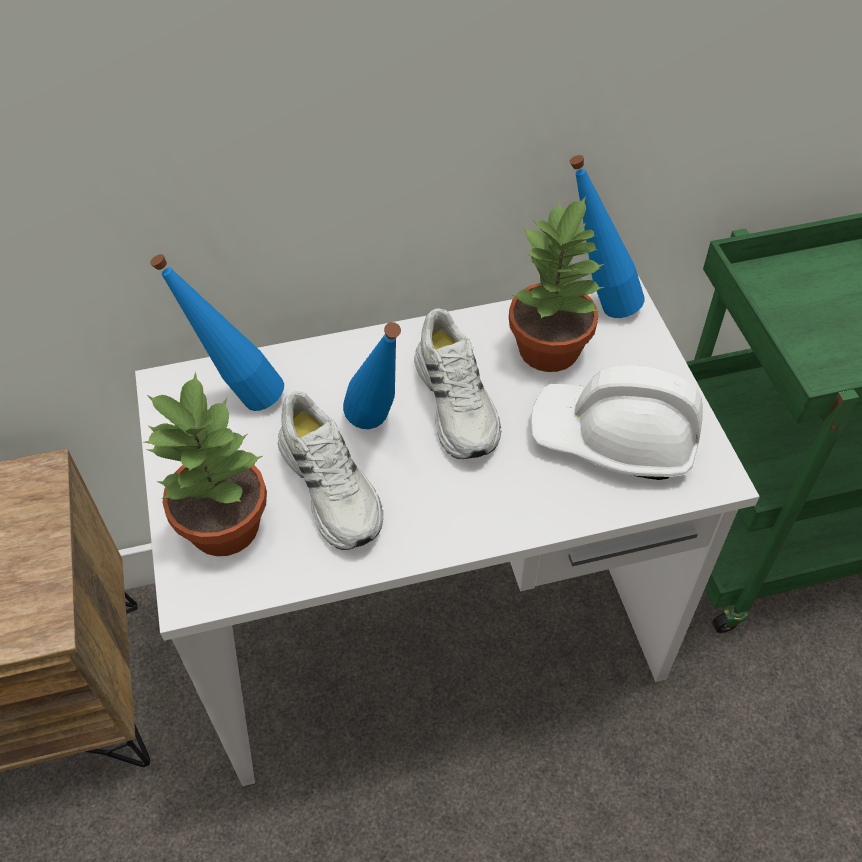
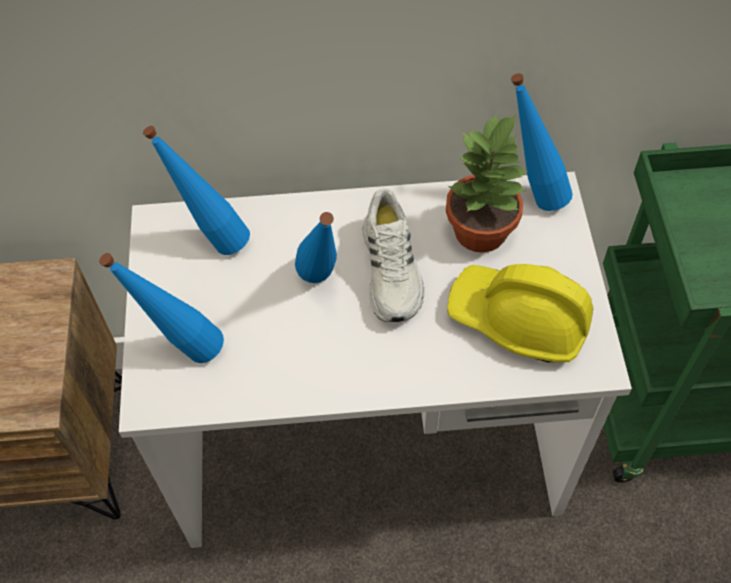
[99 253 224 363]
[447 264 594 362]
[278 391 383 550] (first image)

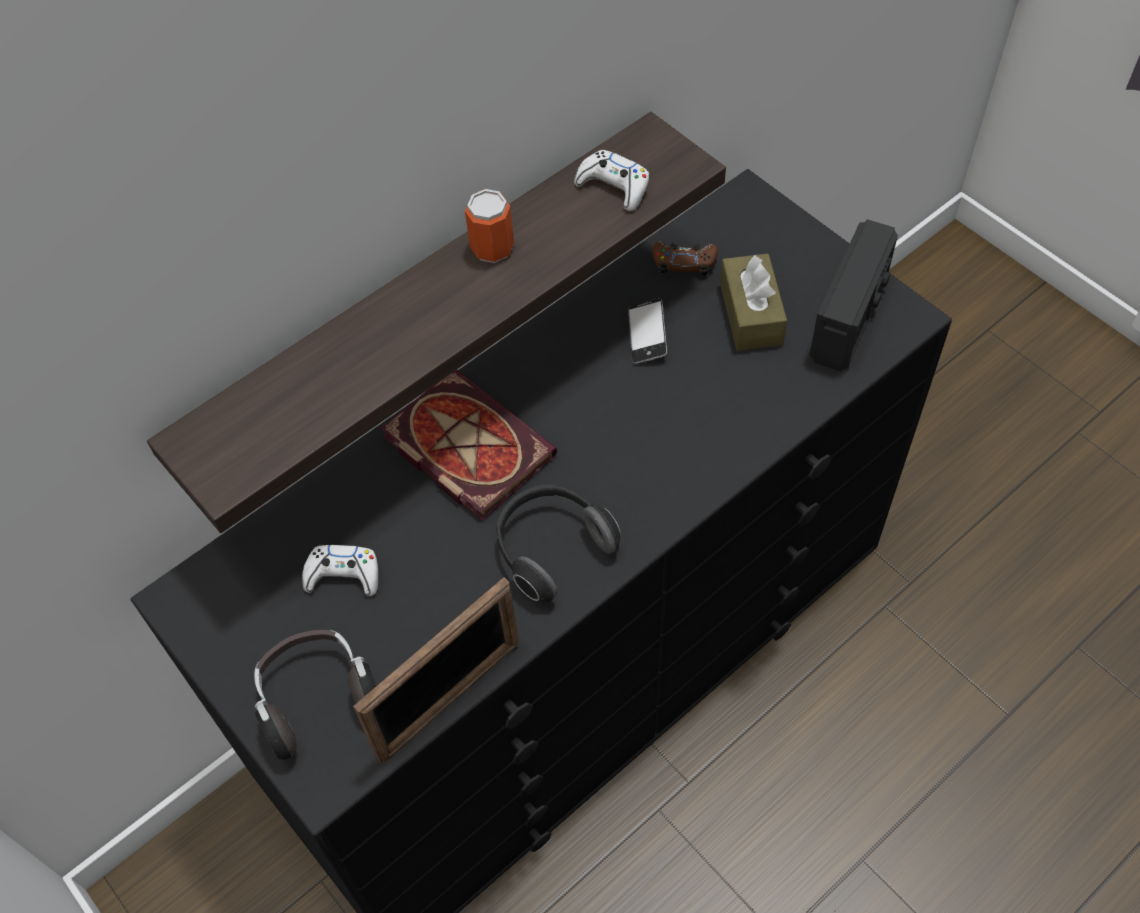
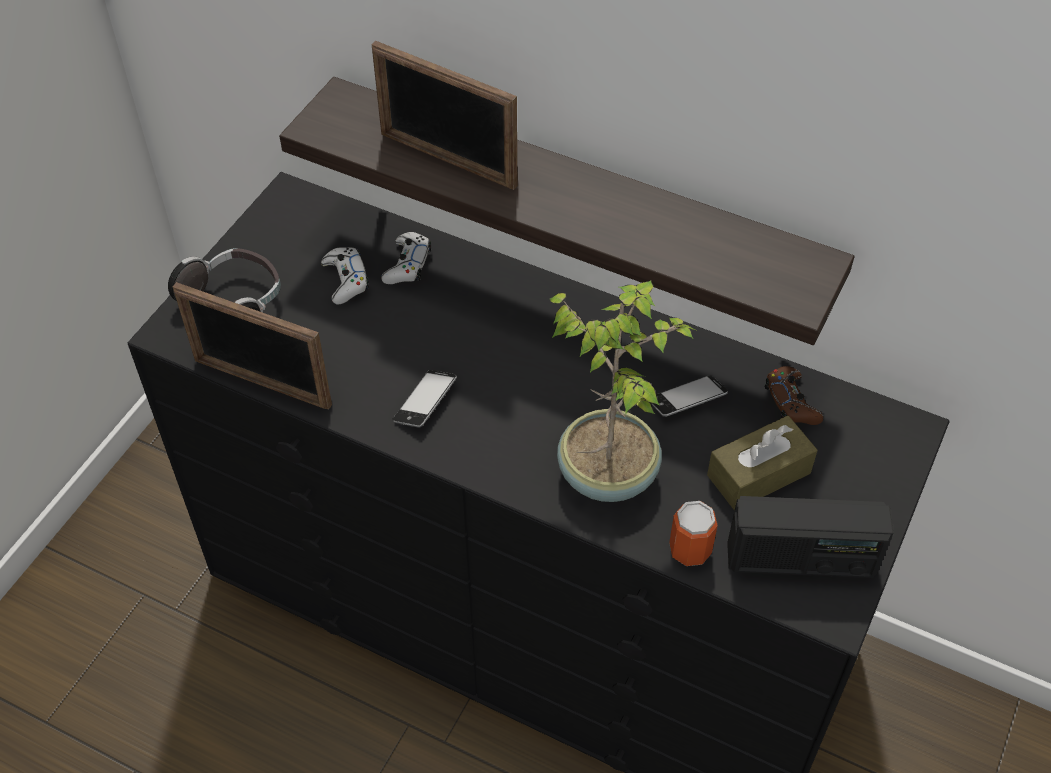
[372 41 517 190]
[381 232 431 284]
[393 370 457 428]
[550 280 695 502]
[669 501 718 566]
[381 370 557 520] (first image)

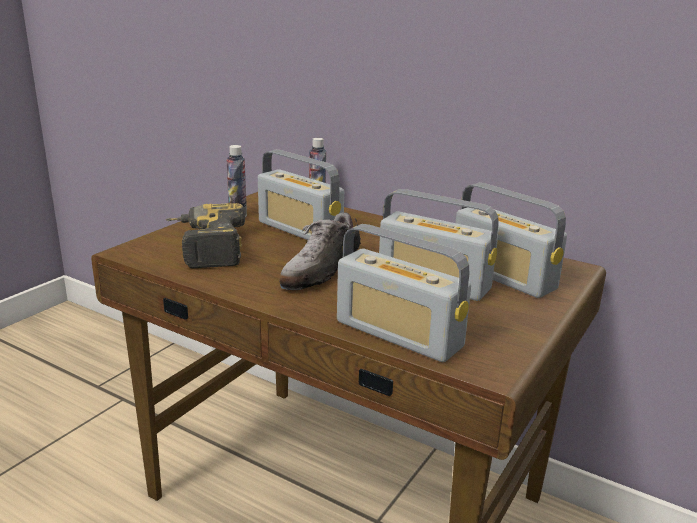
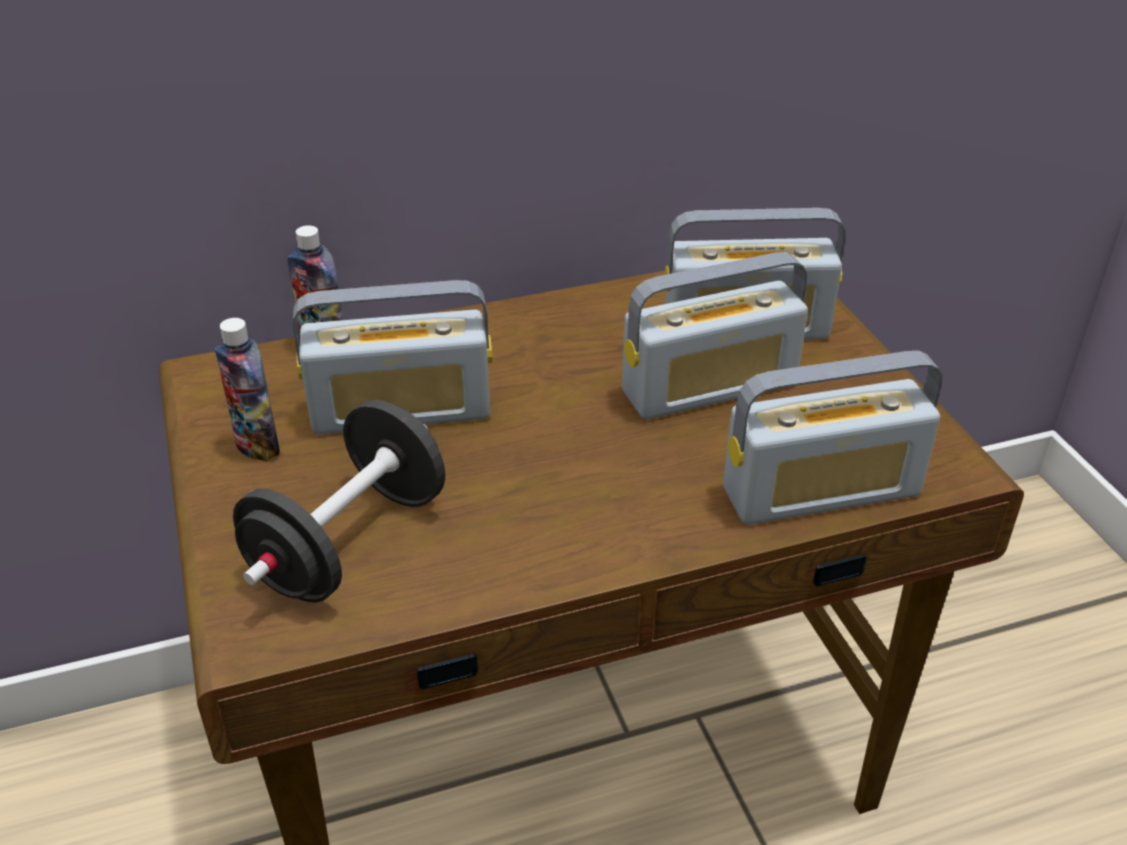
[233 400 445 603]
[279 212 361 290] (first image)

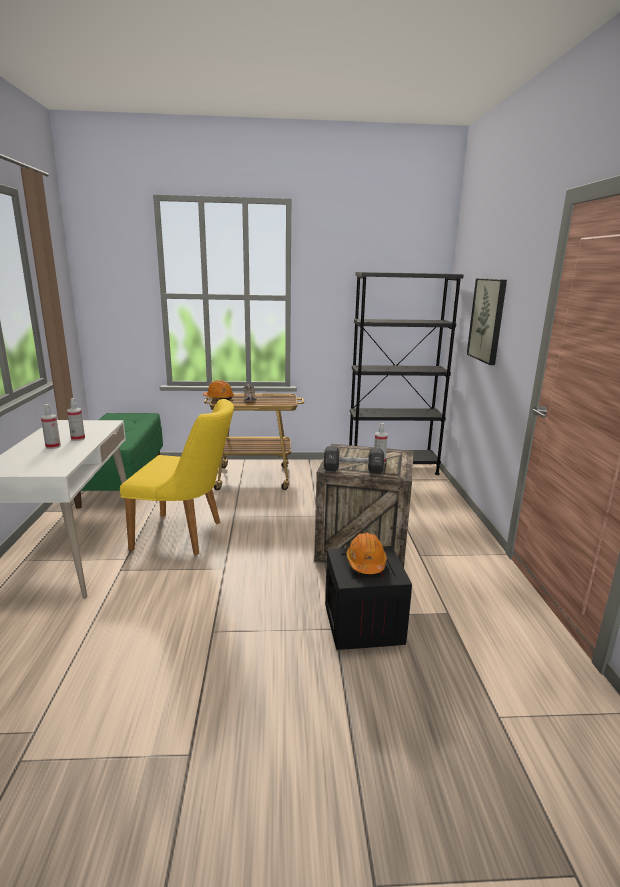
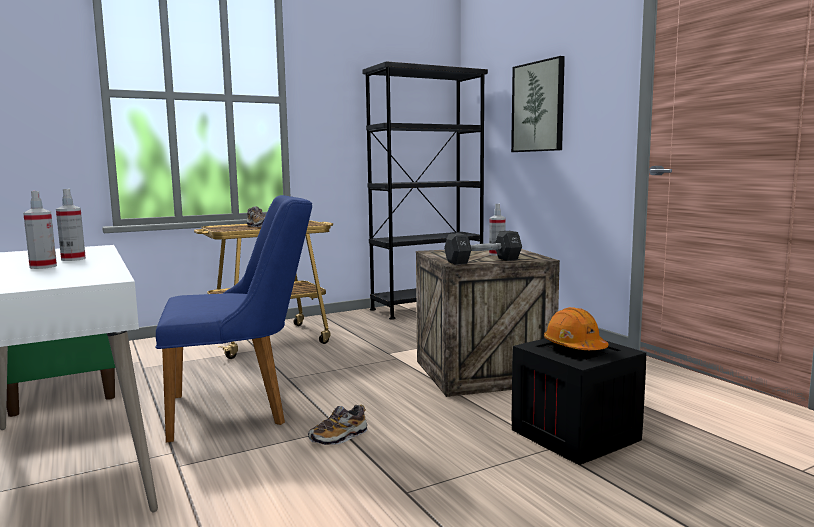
[155 195 312 443]
[308 405 368 445]
[203 380 234 400] (first image)

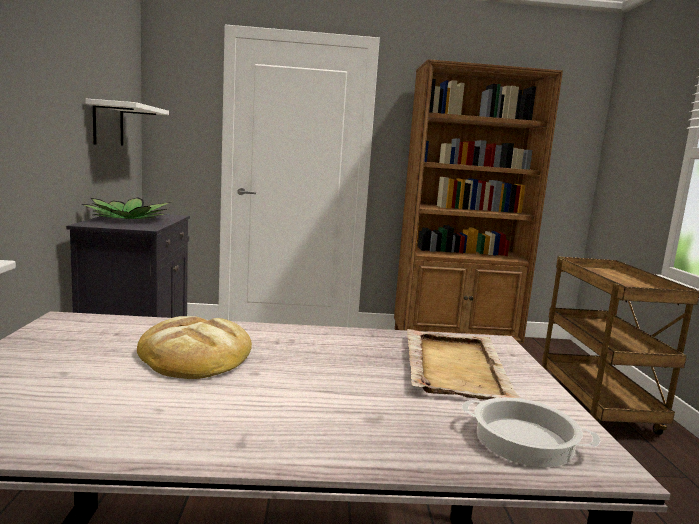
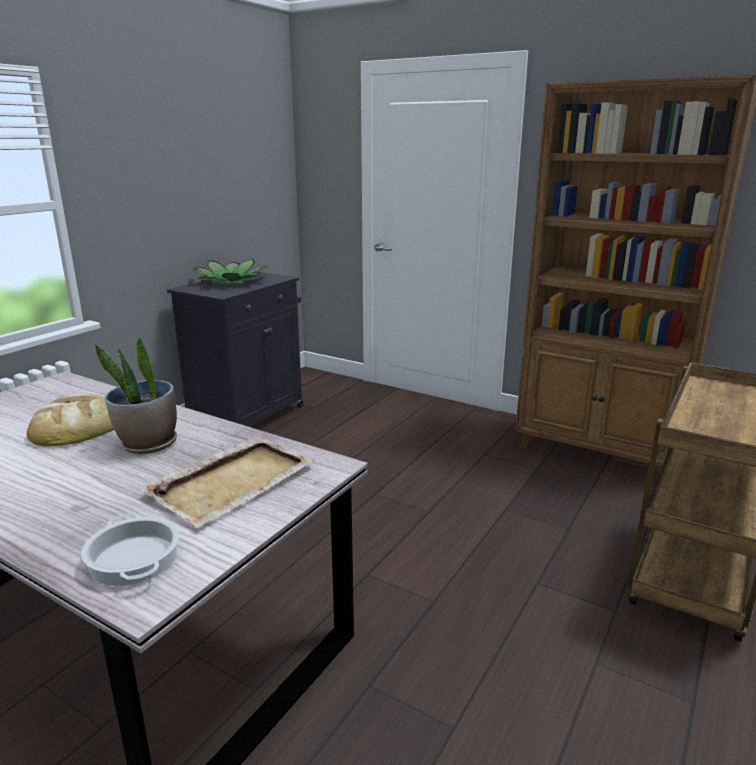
[95 338 177 454]
[85 99 169 145] (first image)

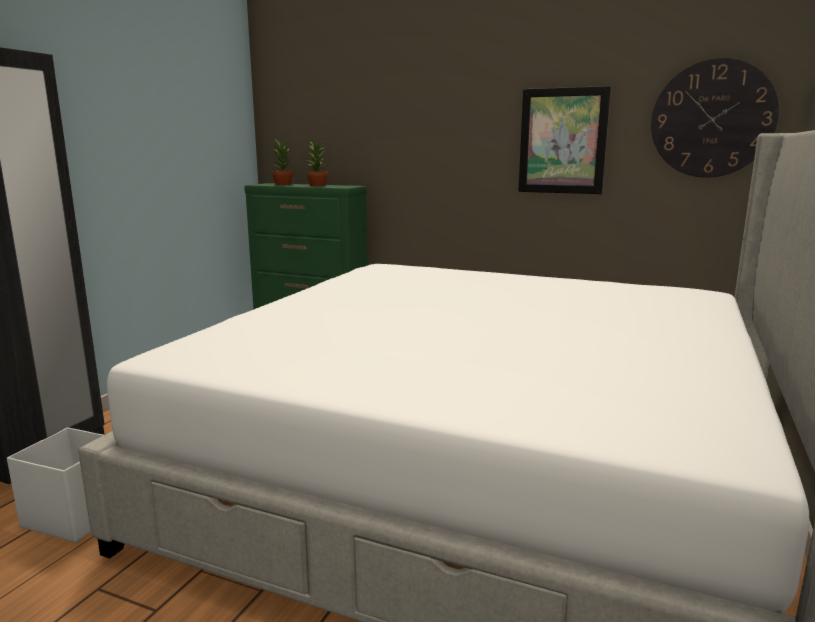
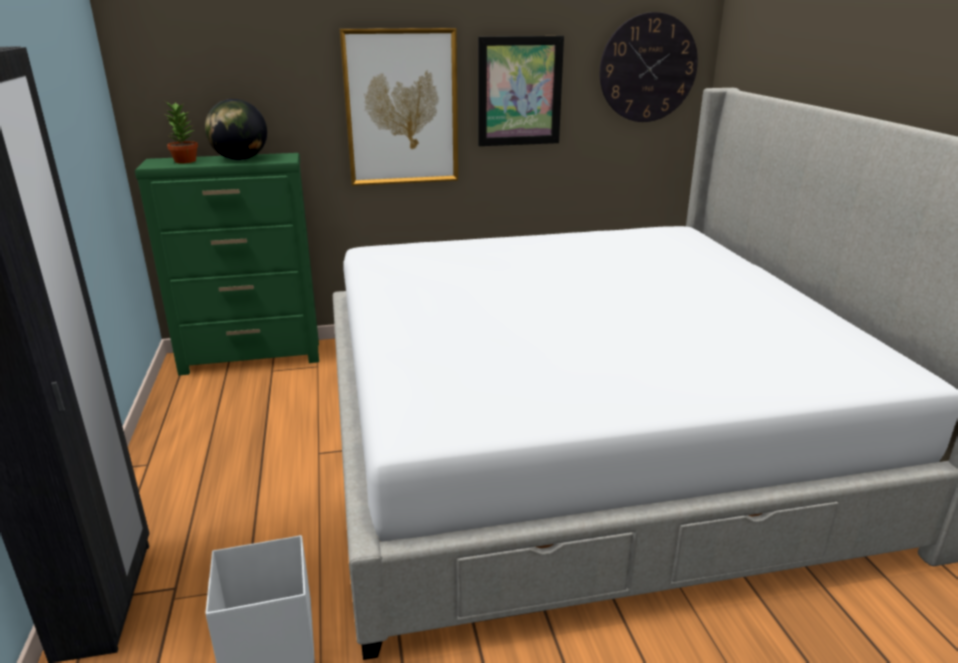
[205 99 267 160]
[340 28 458 186]

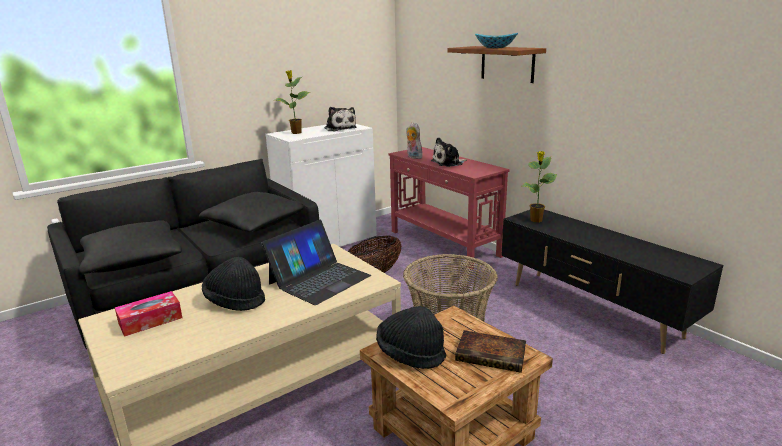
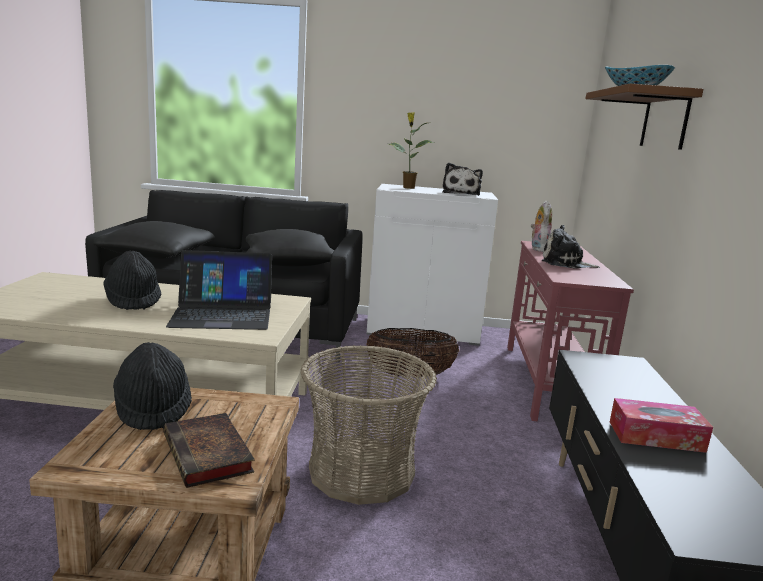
[610 398 713 453]
[522 151 557 222] (first image)

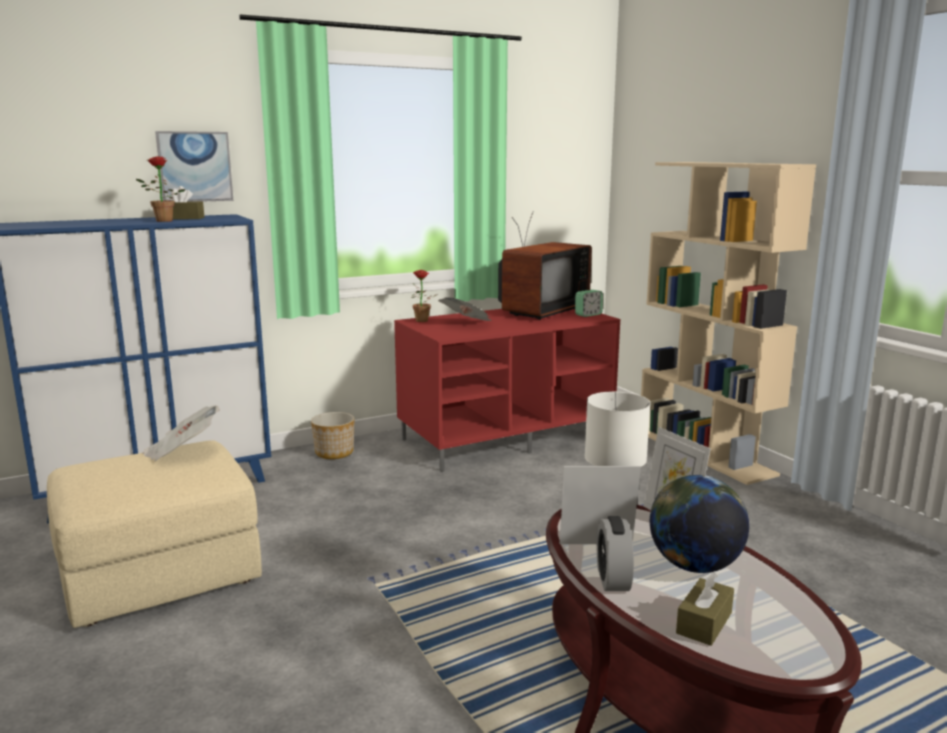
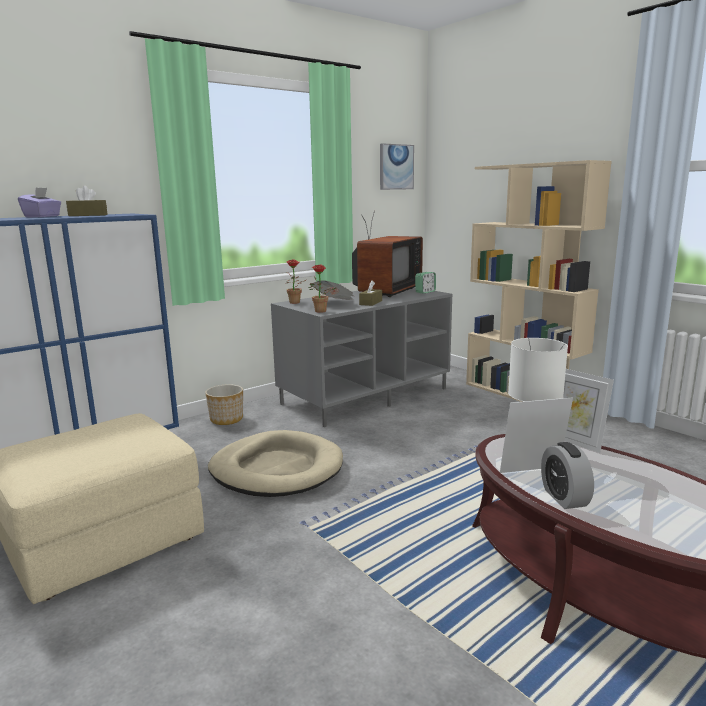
[18 188 61 217]
[208 430 343 497]
[271 287 452 427]
[309 265 336 313]
[359 281 382 306]
[380 143 414 190]
[143 406 220 461] (first image)
[650 475 749 573] (first image)

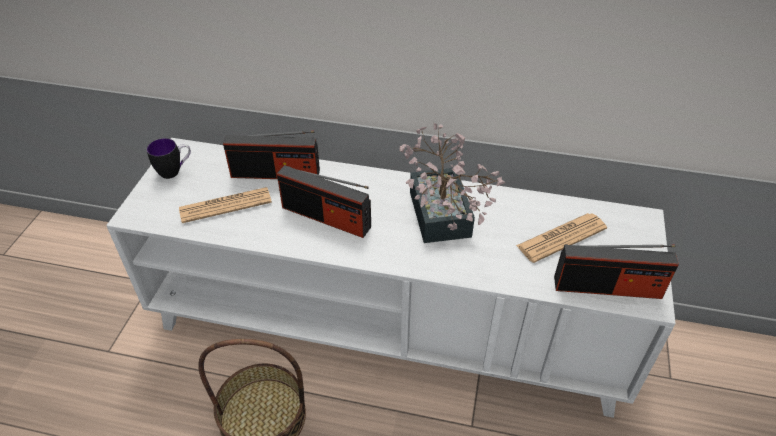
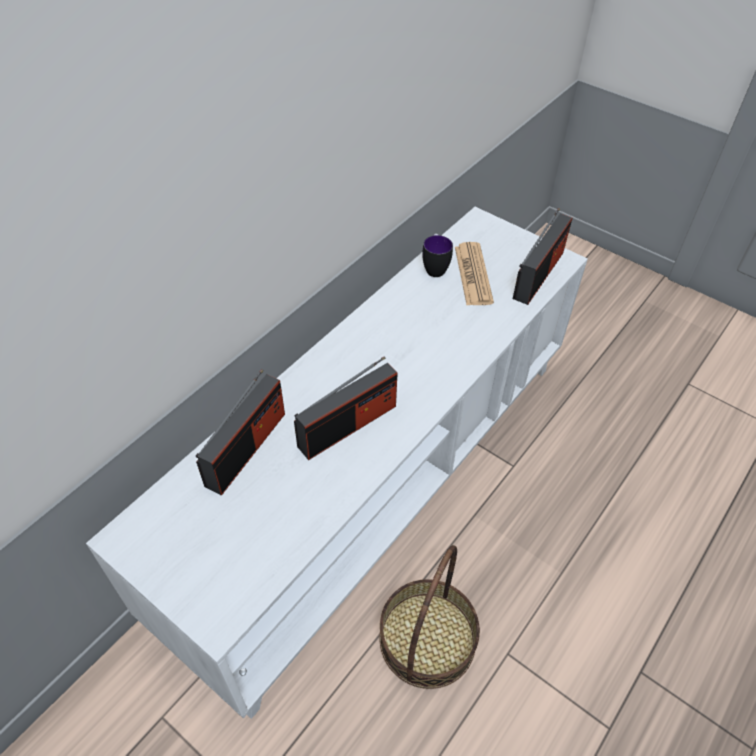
[422 234 453 277]
[179 187 272 223] (first image)
[399 123 506 243] (first image)

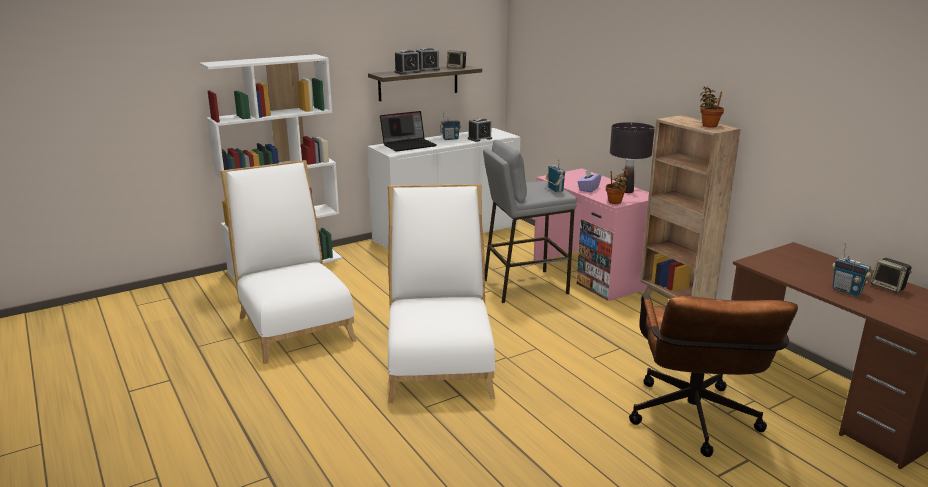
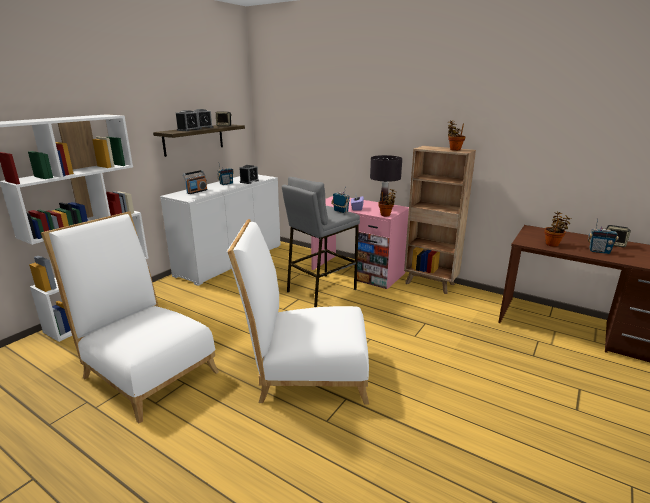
[183 170 207 194]
[227 219 369 404]
[544 211 572 247]
[629 295 798 457] (first image)

